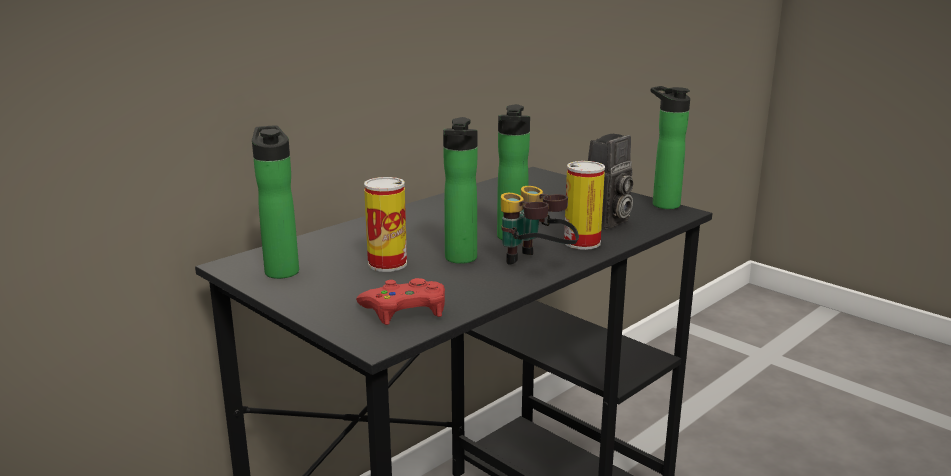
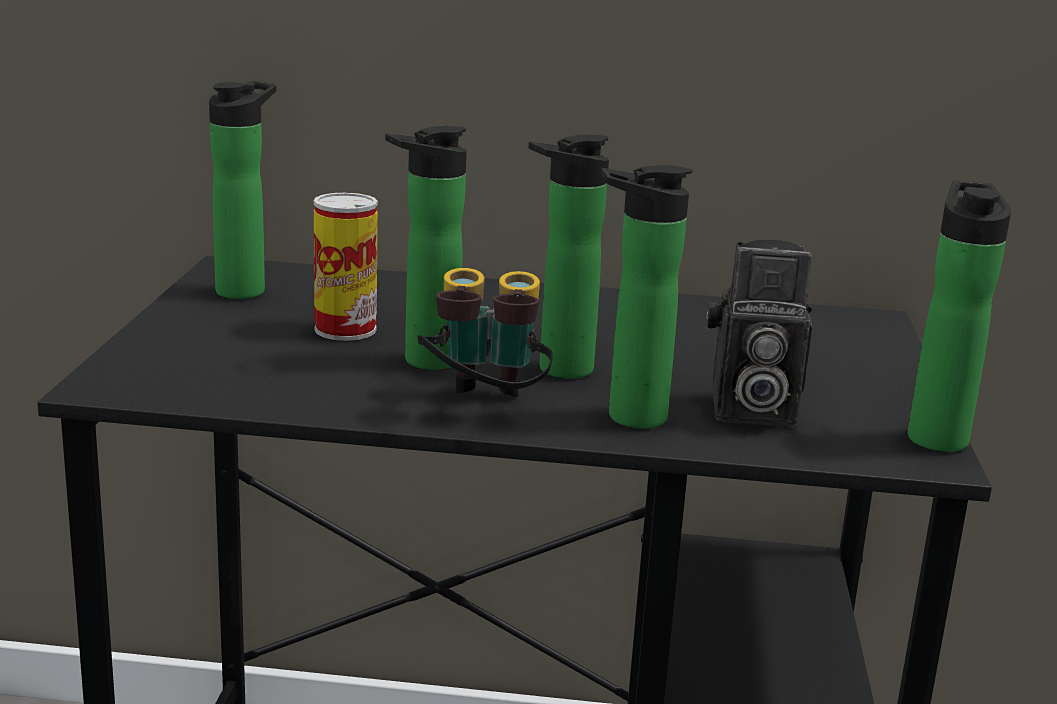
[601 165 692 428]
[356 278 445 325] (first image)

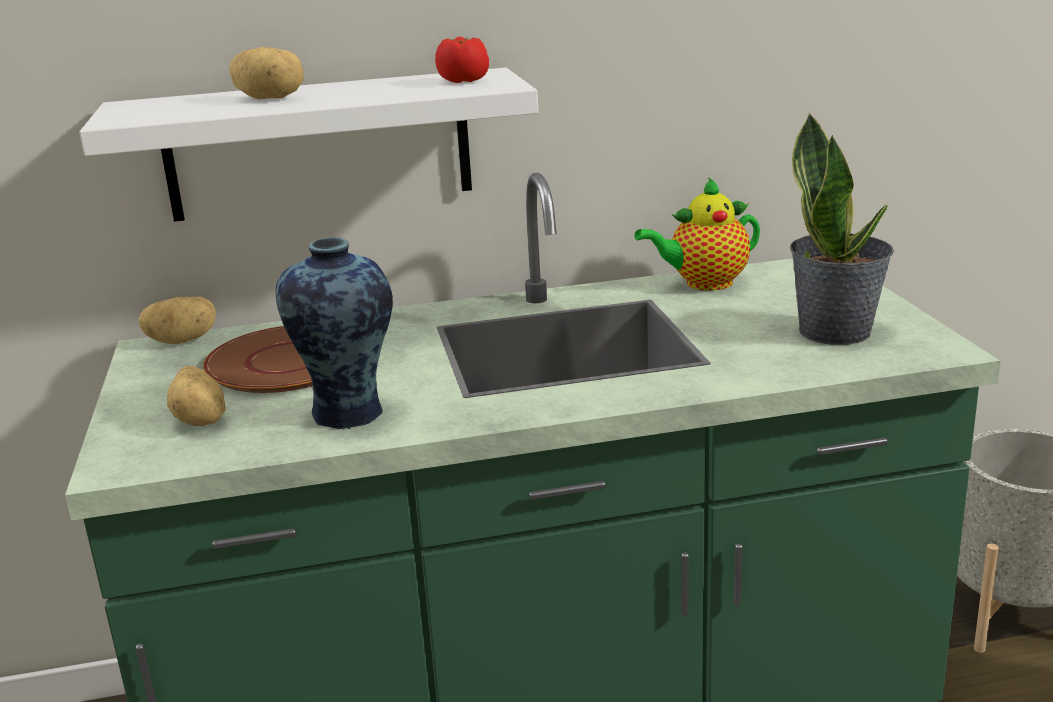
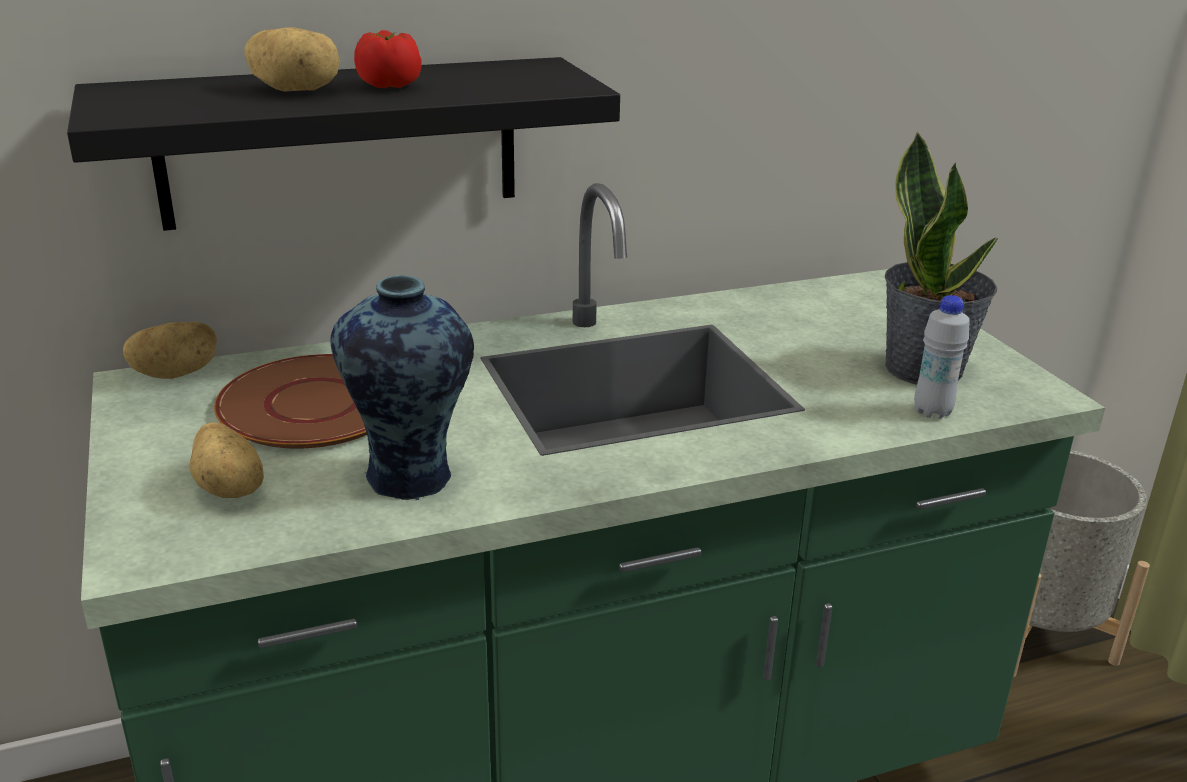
[67 57 620 231]
[354 30 422 88]
[914 295 970 419]
[634 177 760 291] (first image)

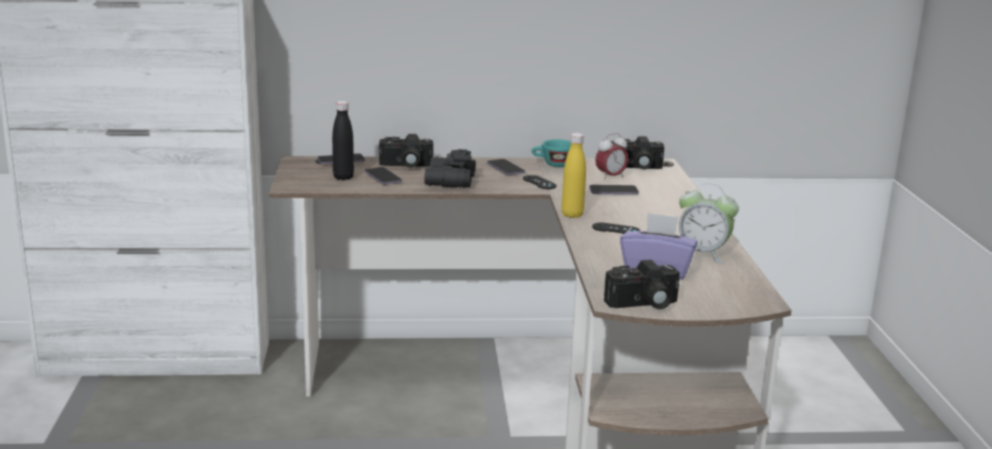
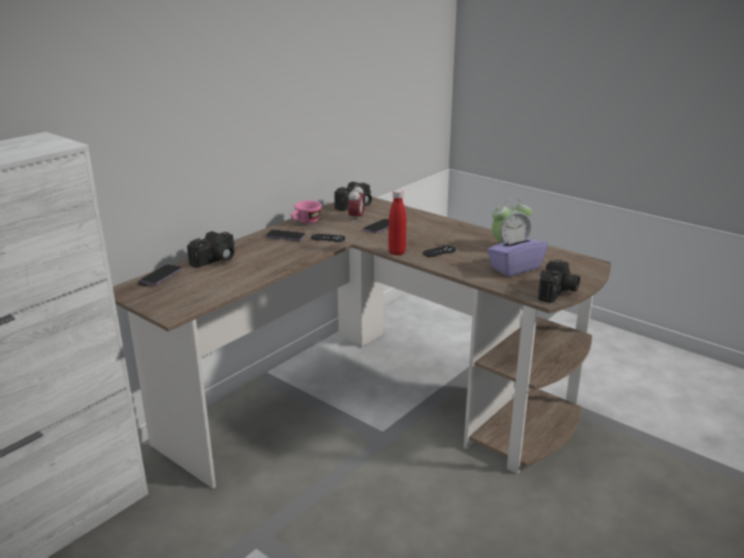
[290 201 322 224]
[388 189 406 256]
[332 101 354 180] (first image)
[365 167 402 185] (first image)
[424 149 475 188] (first image)

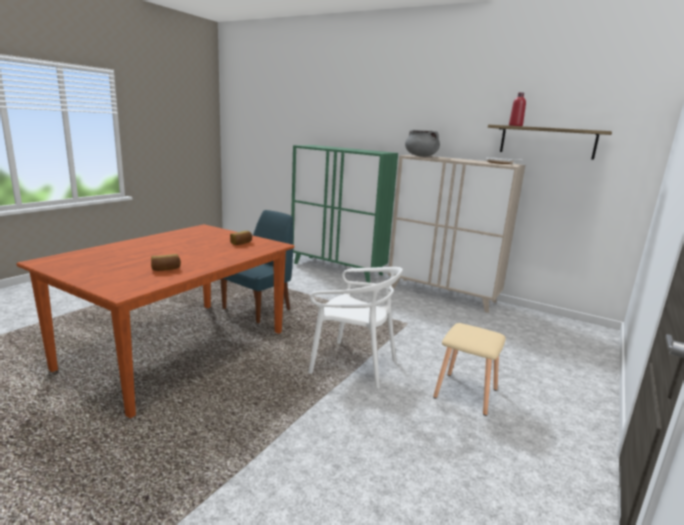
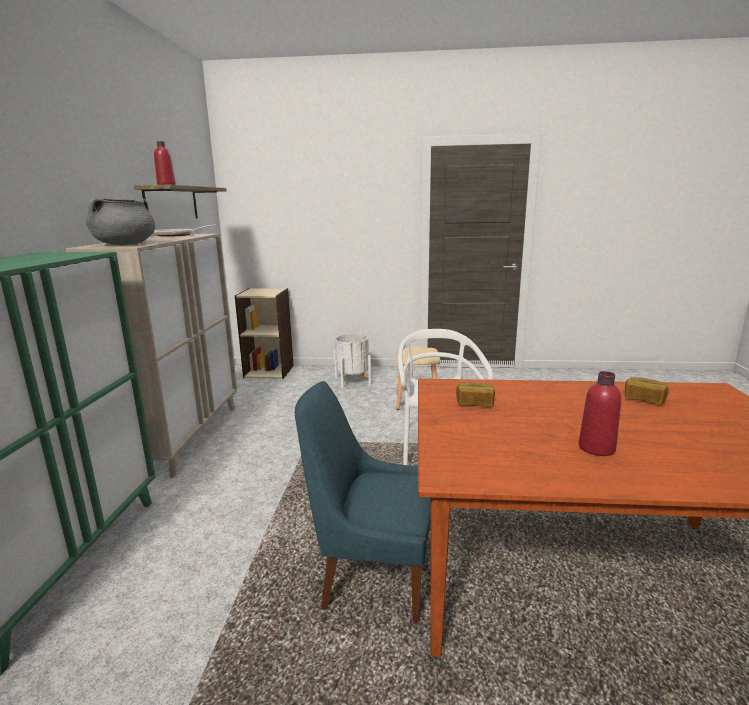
[235 288 294 379]
[334 334 371 389]
[579 371 621 456]

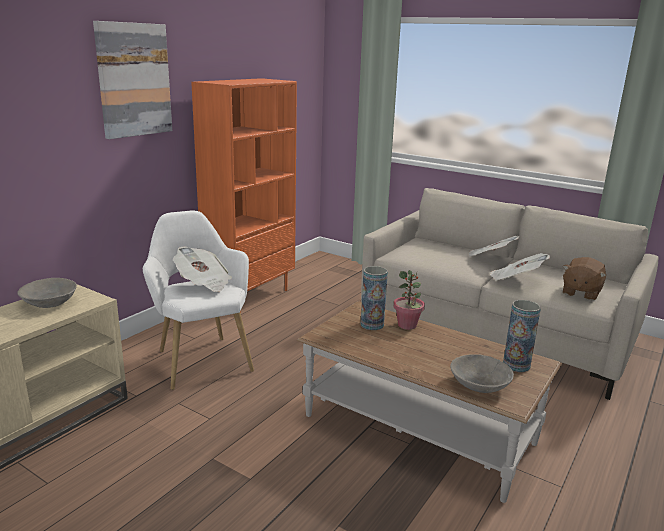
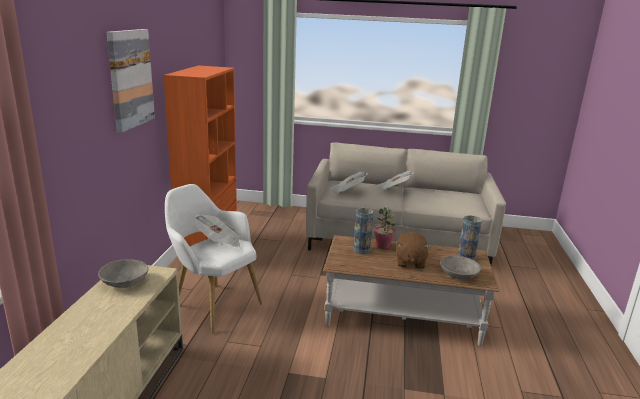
[330 172 368 194]
[396 232 431 269]

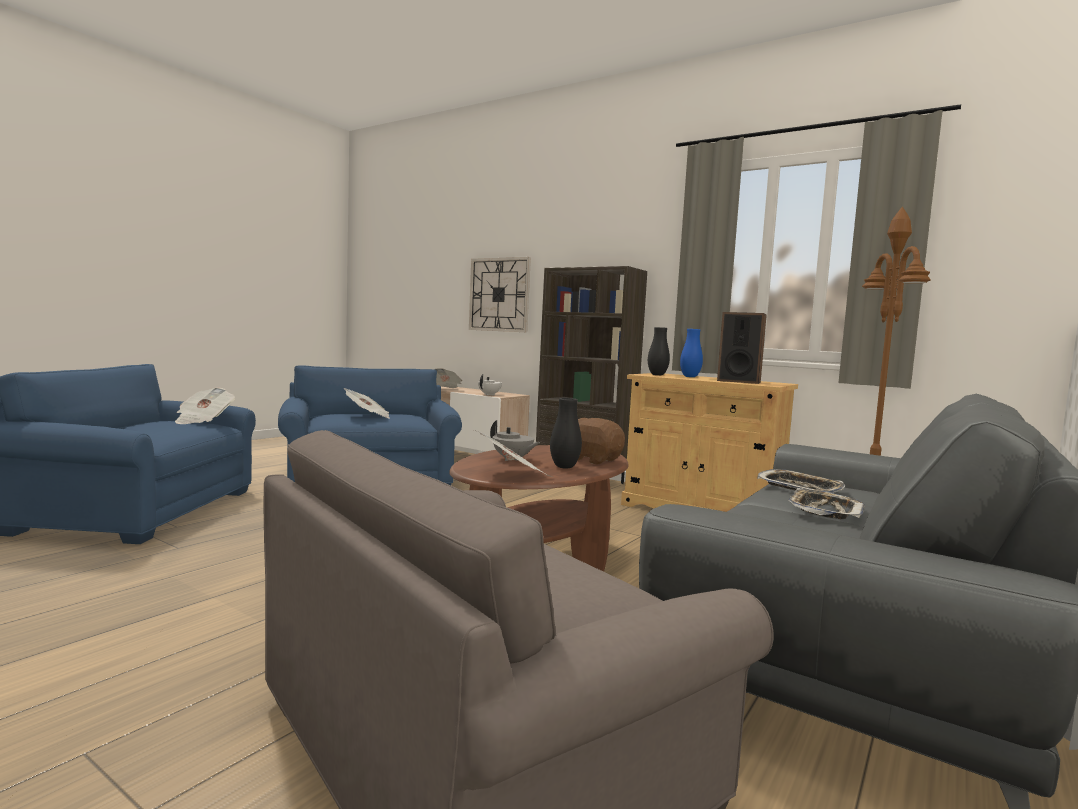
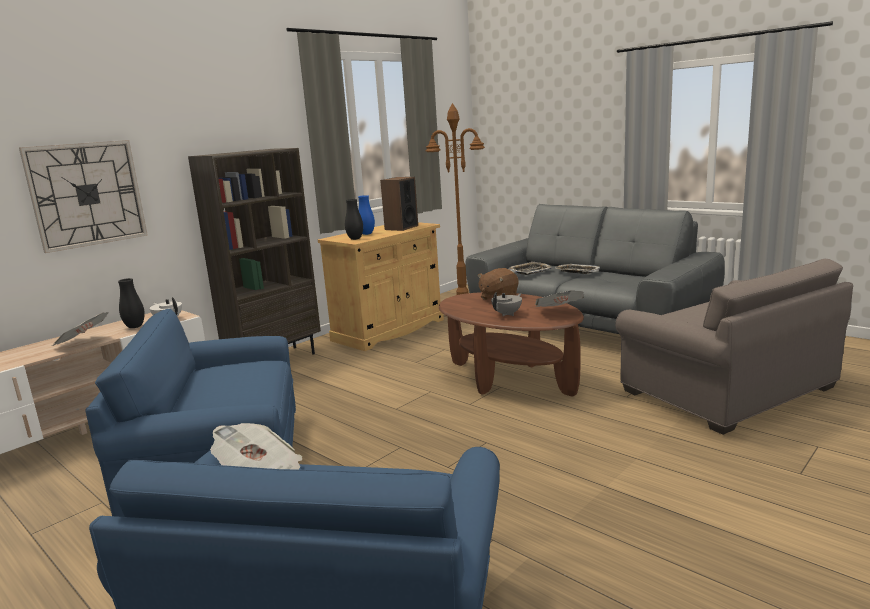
[118 278 145 328]
[344 388 390 419] (first image)

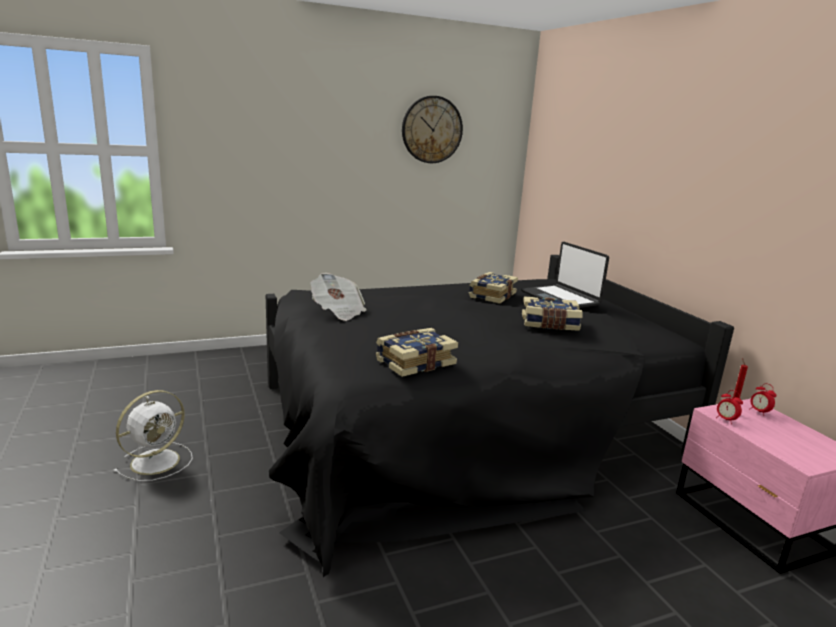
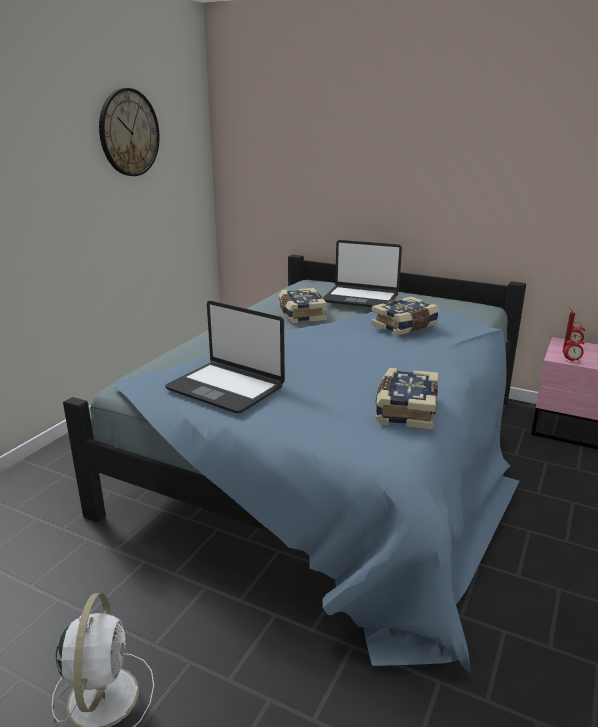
[63 254 526 673]
[165 301 285 413]

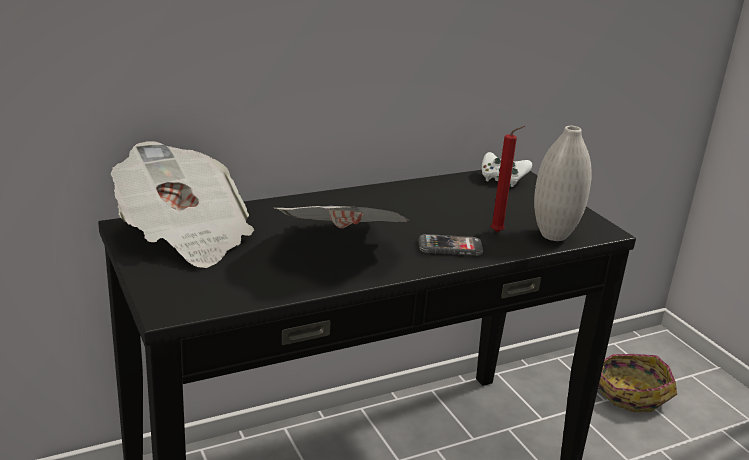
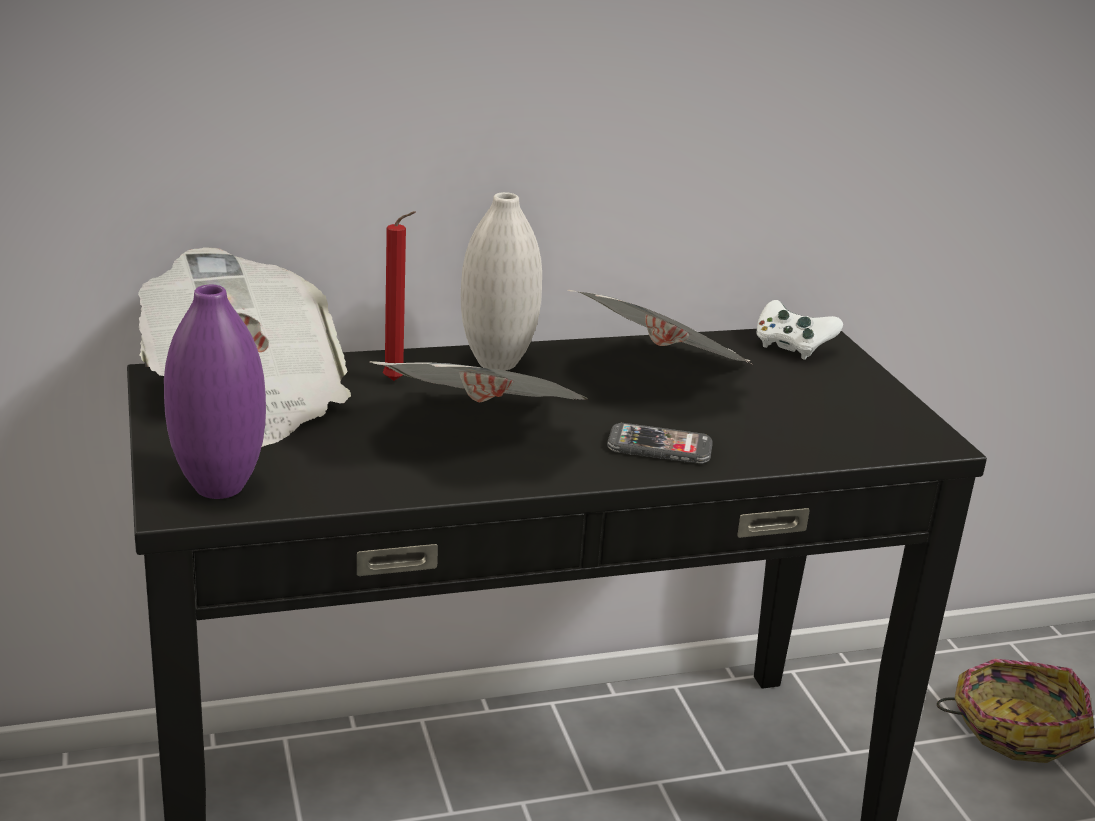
[164 285 266 499]
[383 211 416 381]
[461 192 542 371]
[567 290 754 365]

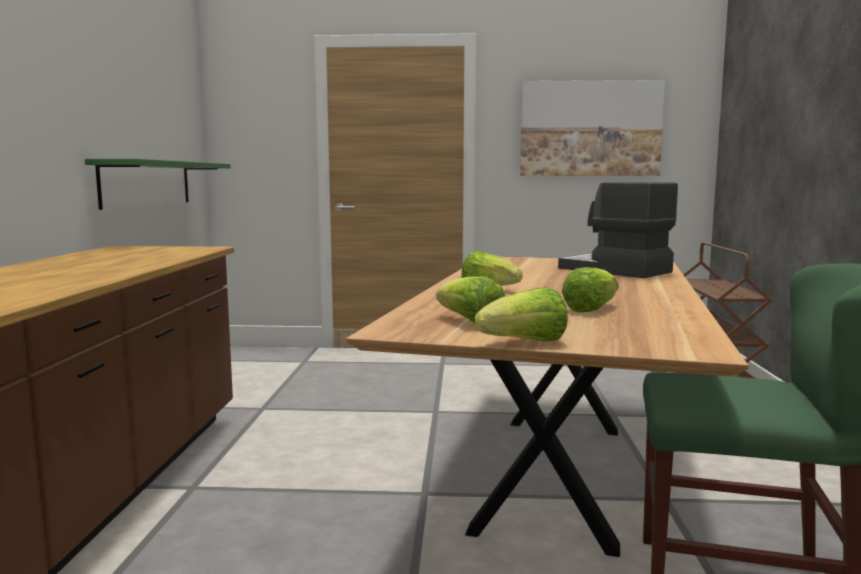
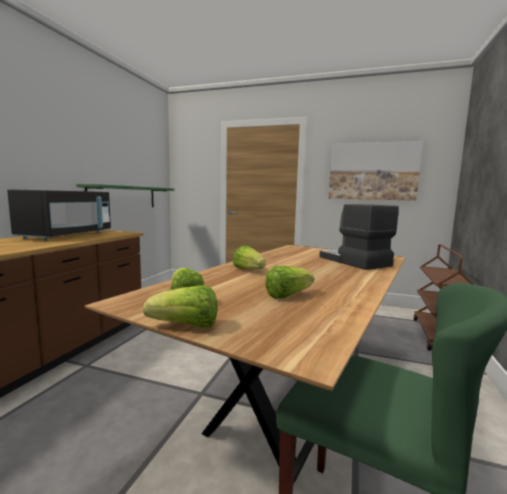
[7 189 111 241]

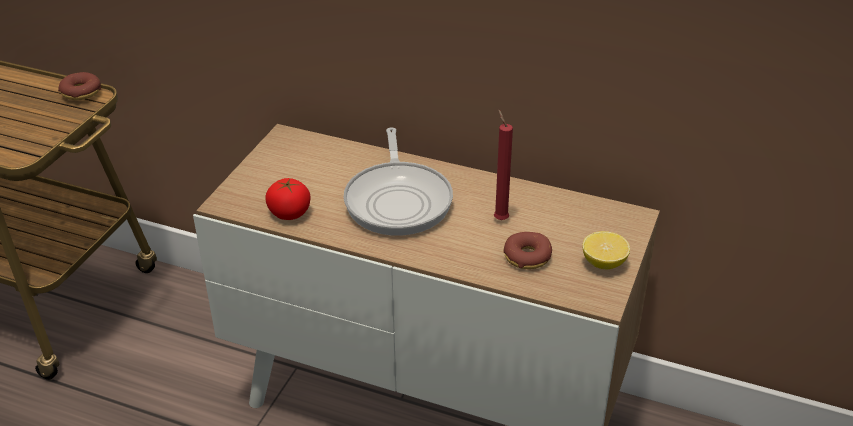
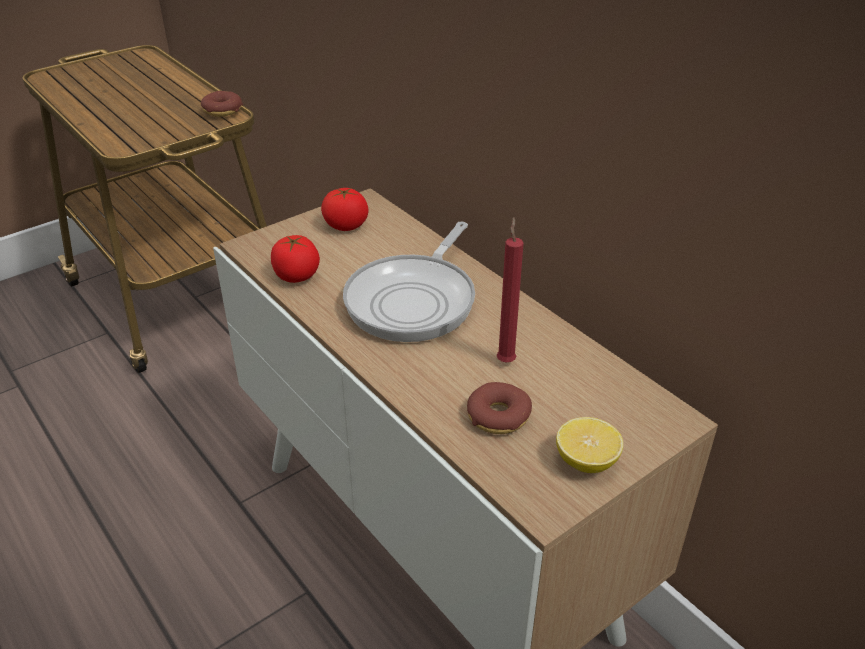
[321 188 369 231]

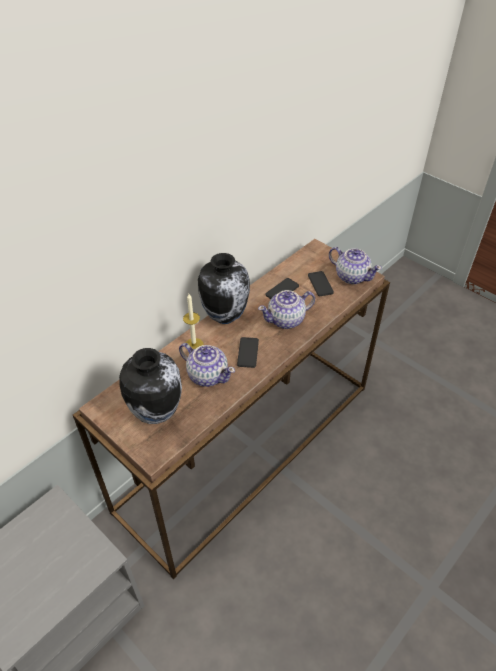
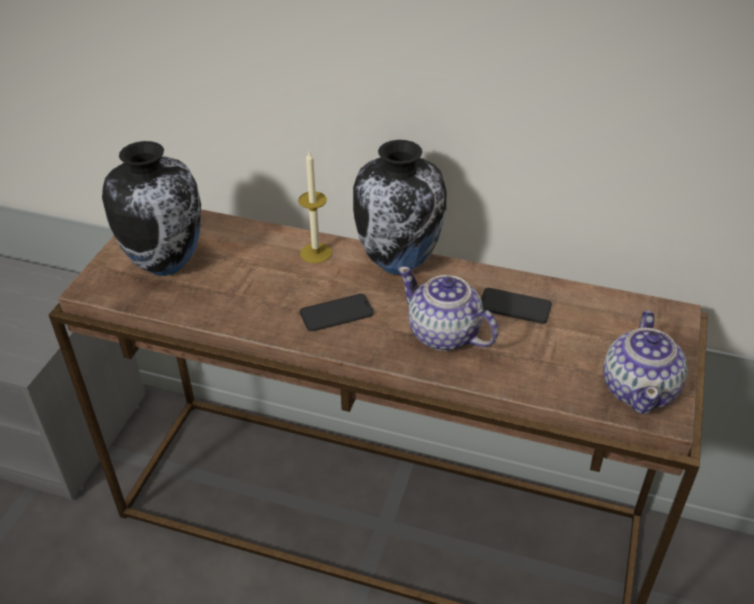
[179 343 235 387] (first image)
[308 271 334 296] (first image)

